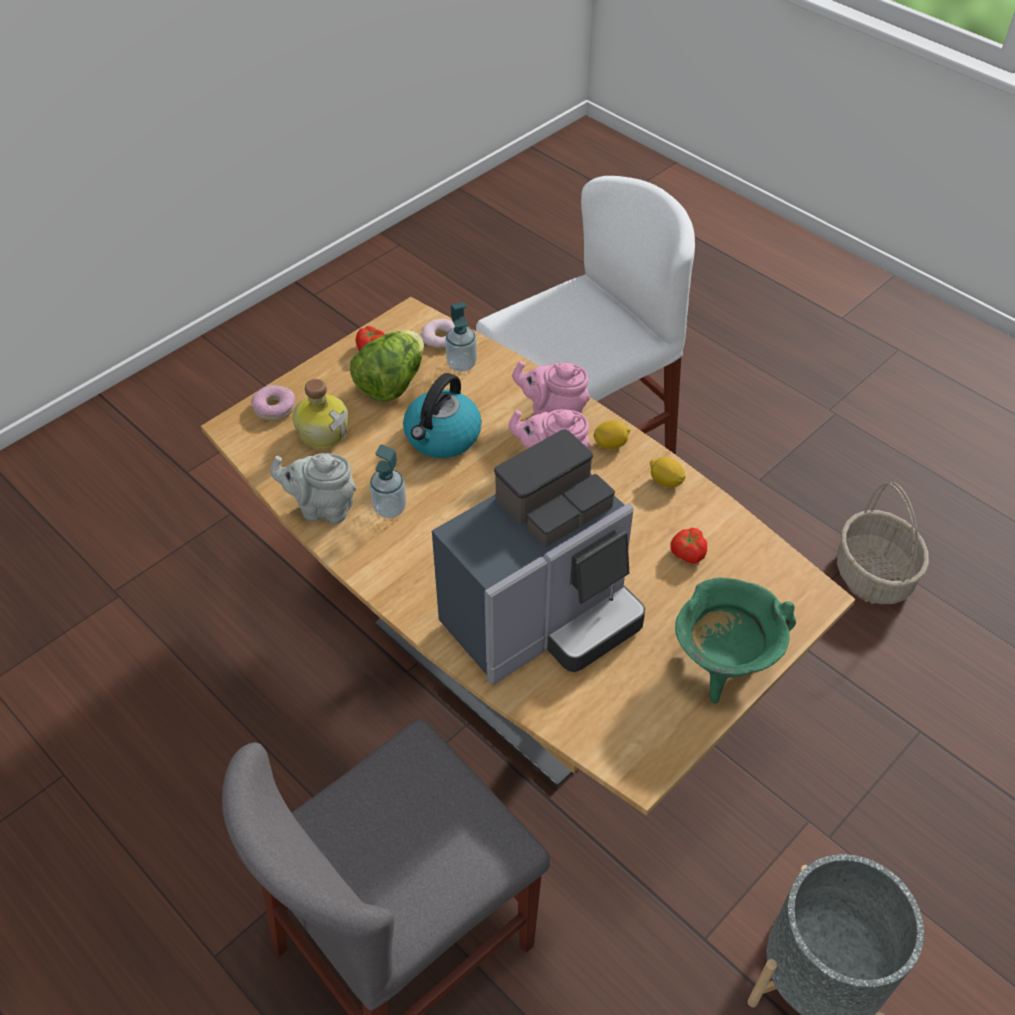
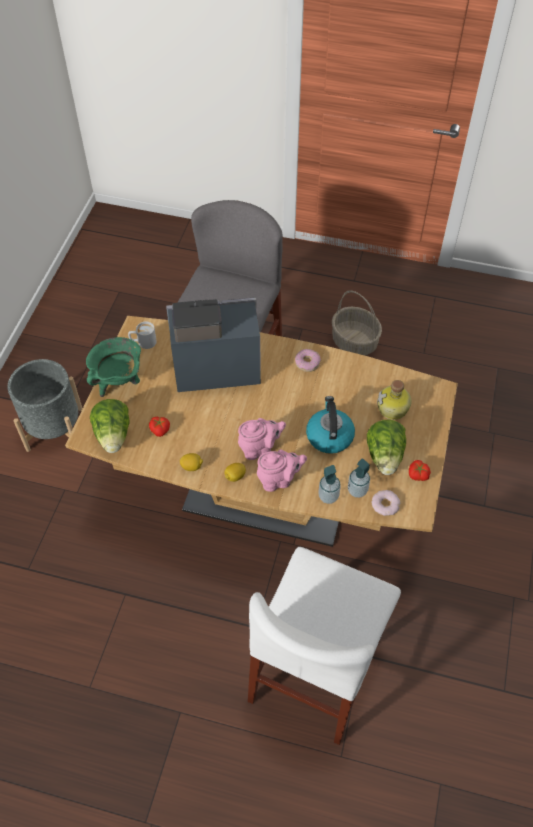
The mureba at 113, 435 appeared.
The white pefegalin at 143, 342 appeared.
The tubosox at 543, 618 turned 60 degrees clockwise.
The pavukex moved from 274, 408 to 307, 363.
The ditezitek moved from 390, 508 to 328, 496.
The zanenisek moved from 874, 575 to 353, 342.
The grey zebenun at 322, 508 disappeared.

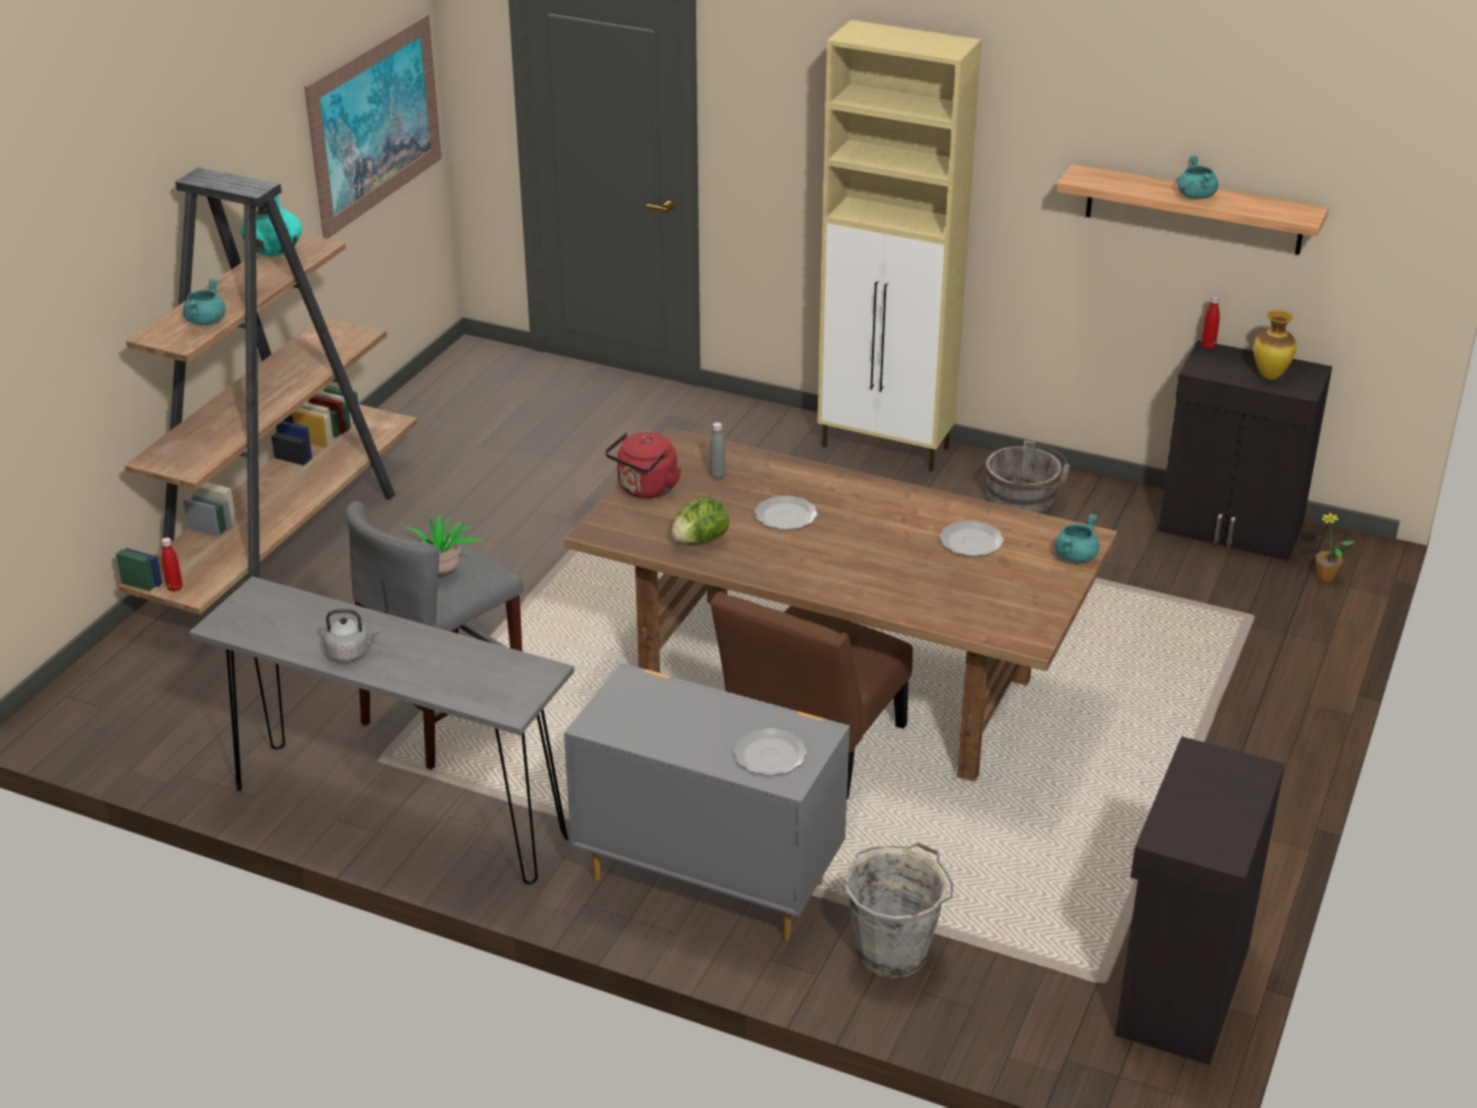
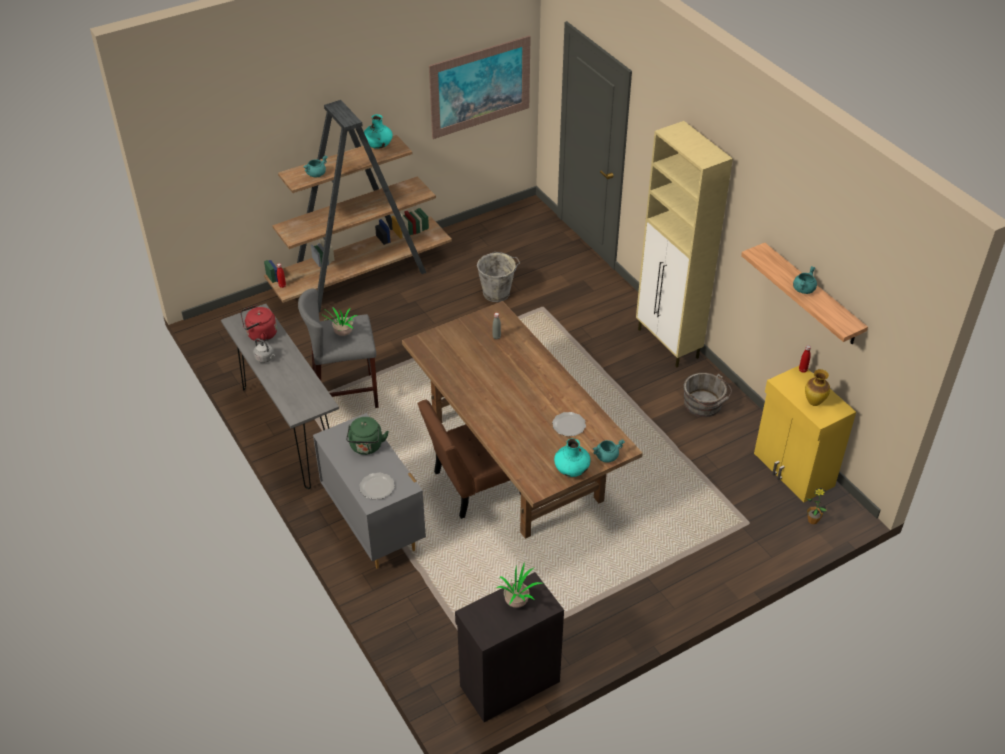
The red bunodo moved from 645, 489 to 260, 335.
The green bunodo at 366, 447 appeared.
The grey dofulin moved from 893, 951 to 497, 293.
The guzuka at 518, 602 appeared.
The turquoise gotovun at 571, 470 appeared.
The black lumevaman at 1231, 529 became the yellow lumevaman at 793, 470.
The mureba at 699, 540 disappeared.
The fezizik at 786, 515 disappeared.

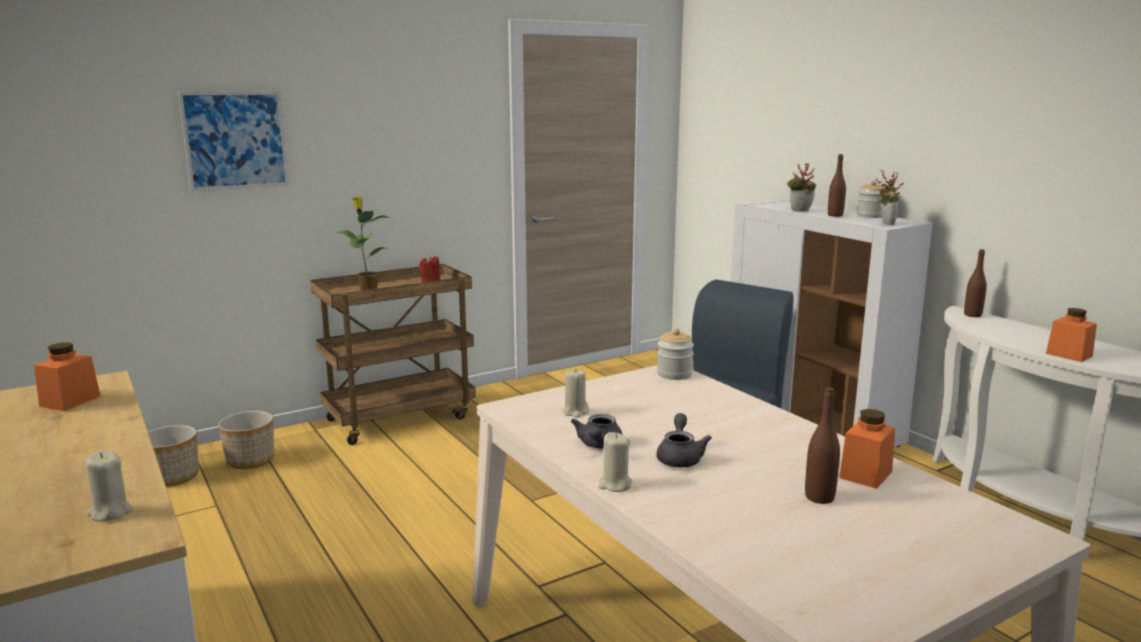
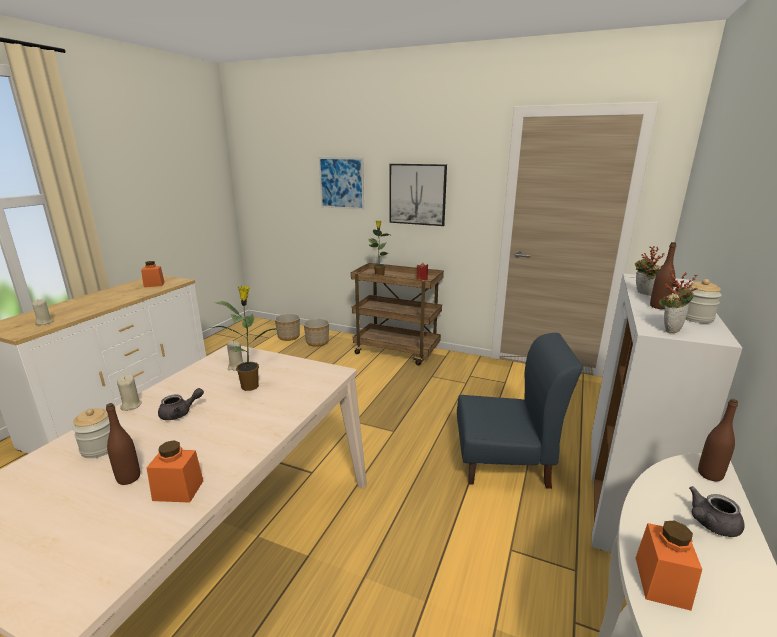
The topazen moved from 674, 374 to 100, 448.
The guzuka at 251, 386 appeared.
The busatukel at 417, 194 appeared.
The grey zebenun moved from 598, 445 to 710, 524.

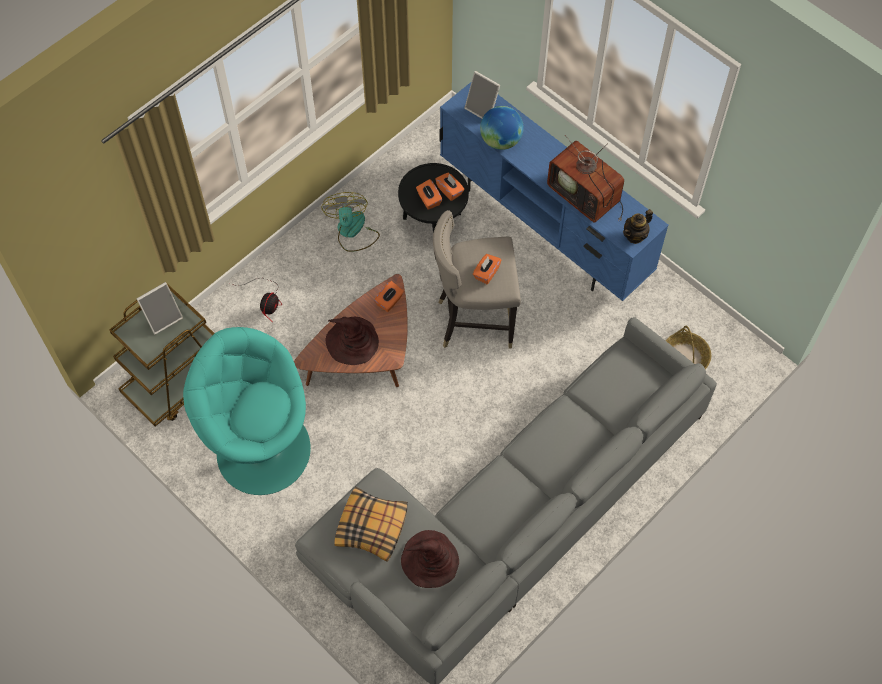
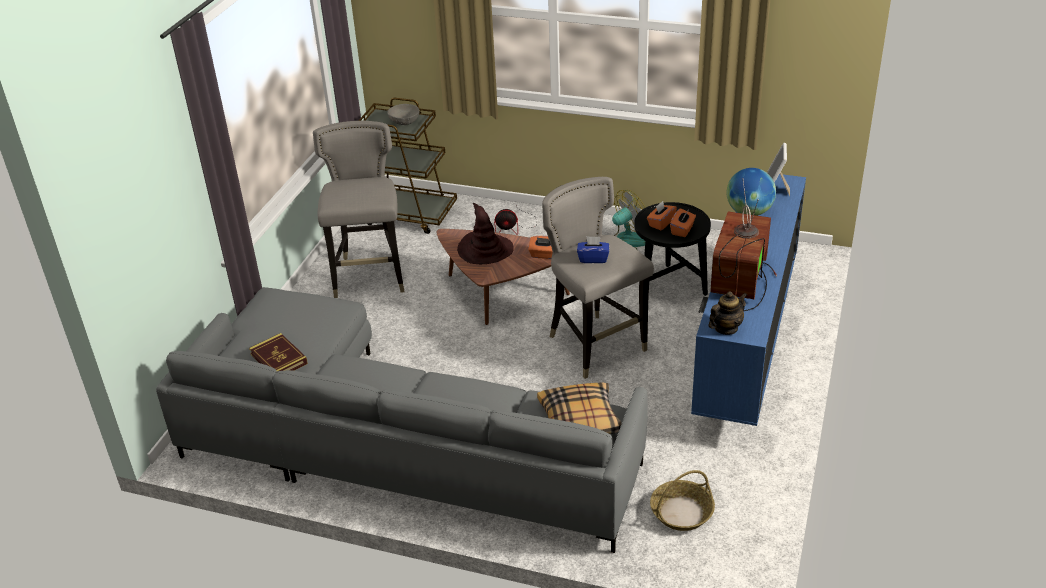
The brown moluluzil at 429, 560 was replaced by the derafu at 278, 359.
The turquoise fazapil at 262, 449 was replaced by the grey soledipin at 370, 275.
The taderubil at 163, 318 was replaced by the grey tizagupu at 405, 122.
The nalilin moved from 372, 527 to 579, 420.
The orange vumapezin at 486, 273 became the blue vumapezin at 593, 258.
The zebenun at 635, 236 turned 120 degrees clockwise.

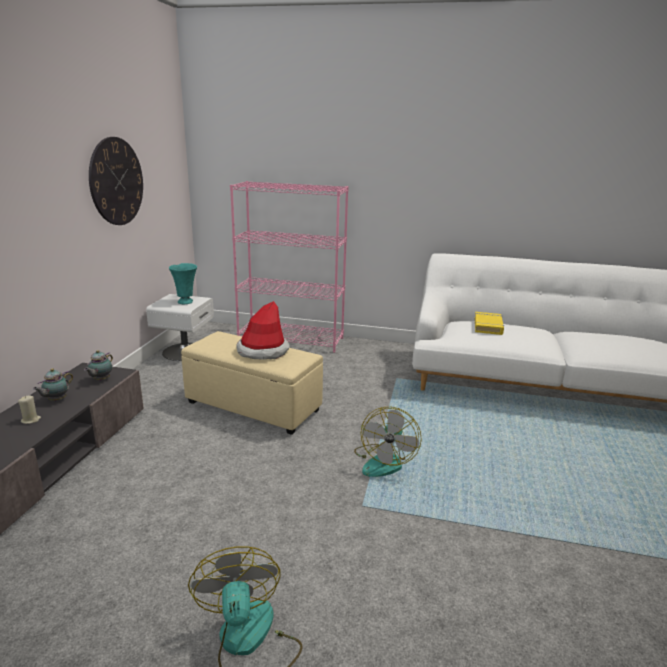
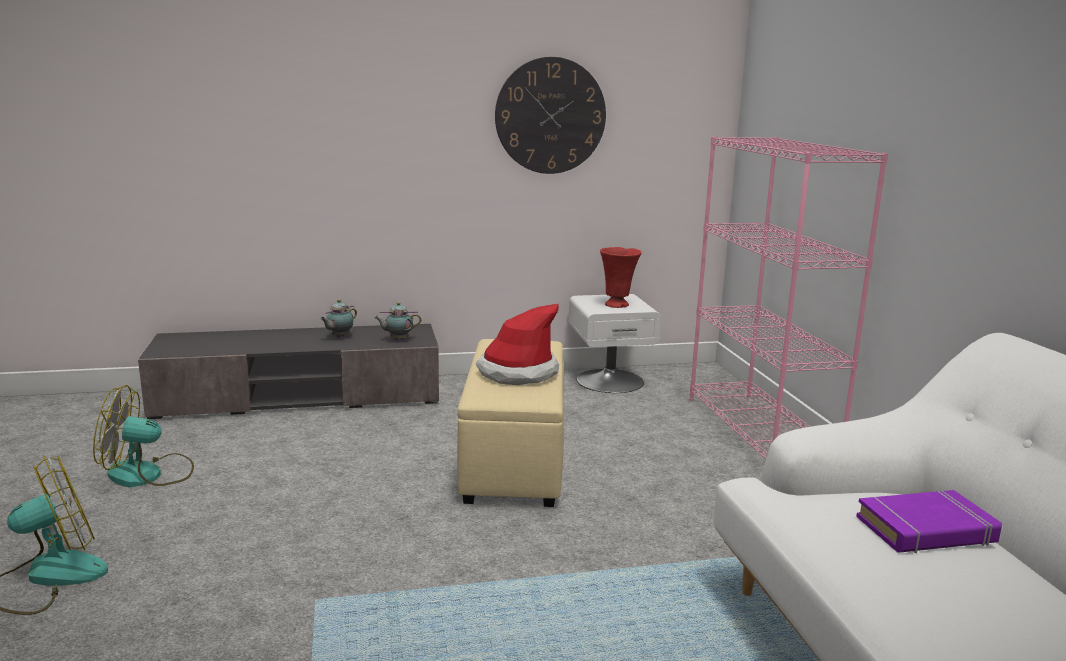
The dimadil moved from 384, 461 to 148, 475.
The zebenun at 56, 400 turned 60 degrees counterclockwise.
The turquoise gotovun at 186, 302 became the red gotovun at 617, 305.
The yellow derafu at 488, 326 became the purple derafu at 926, 530.
The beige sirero at 31, 420 disappeared.

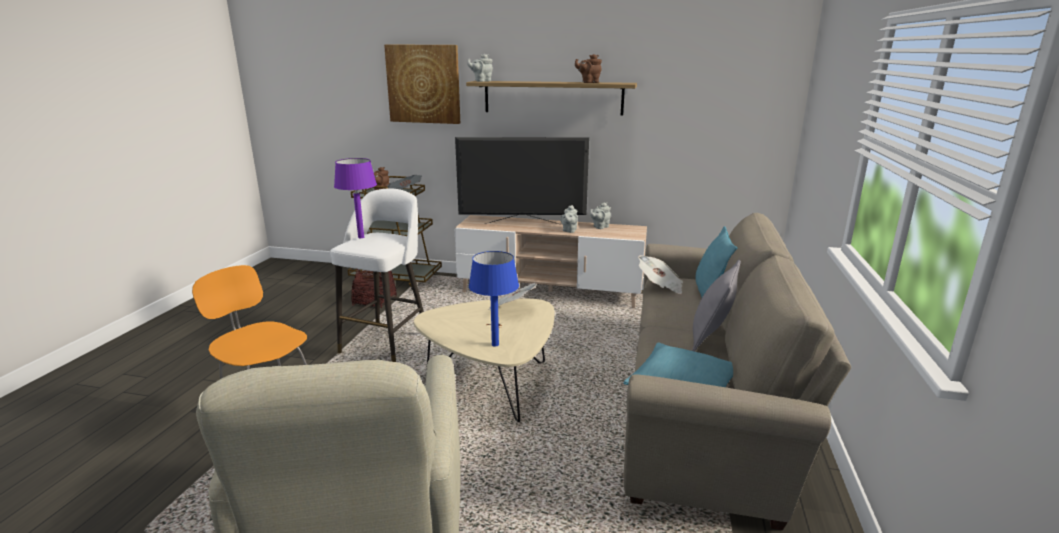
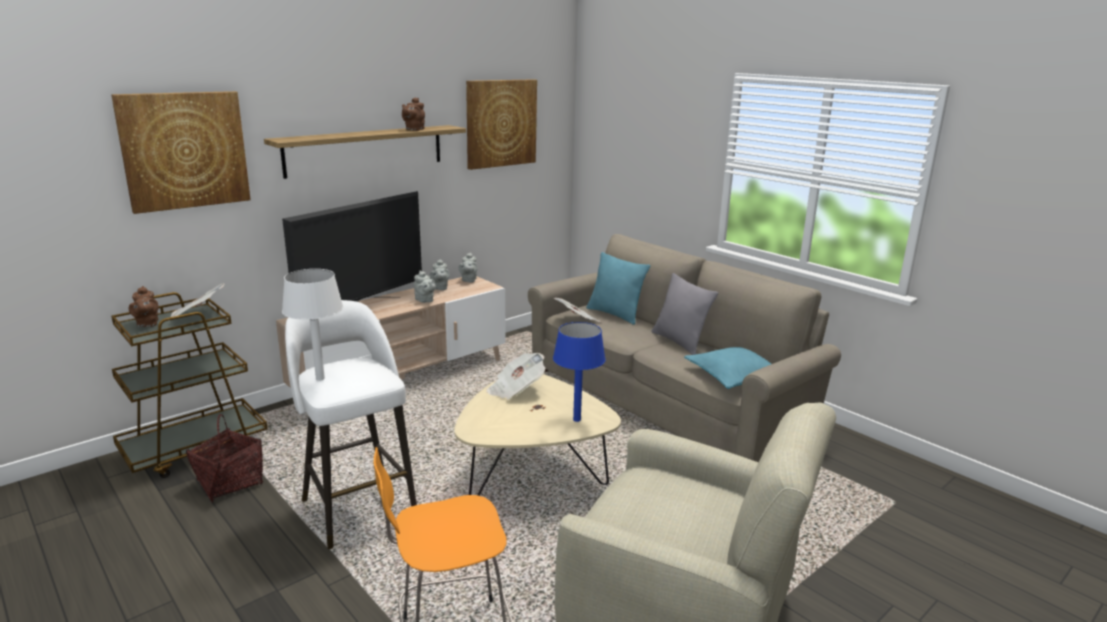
The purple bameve at 361, 237 became the white bameve at 320, 378.
The grey zebenun moved from 481, 81 to 468, 280.
The busatukel at 501, 123 appeared.

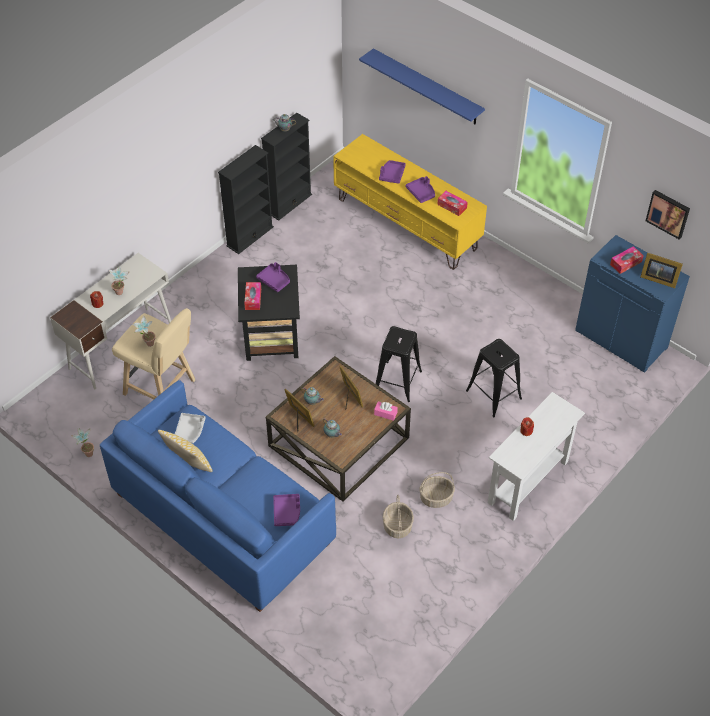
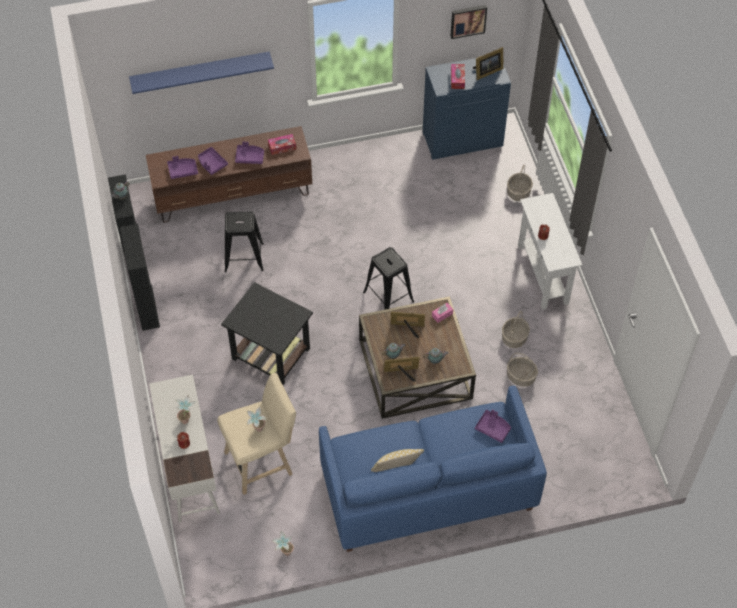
The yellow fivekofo at 407, 224 became the brown fivekofo at 233, 194.
The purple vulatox moved from 274, 280 to 182, 170.
The black soledipin moved from 493, 394 to 243, 257.
The zanenisek at 518, 192 appeared.
The grey vulatox at 190, 431 disappeared.
The vumapezin at 253, 299 disappeared.

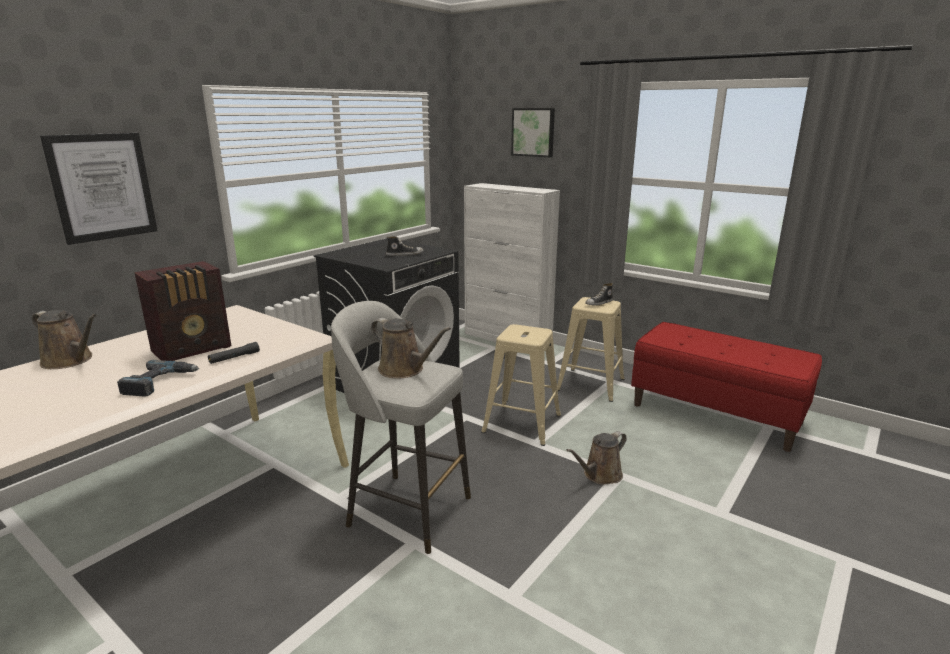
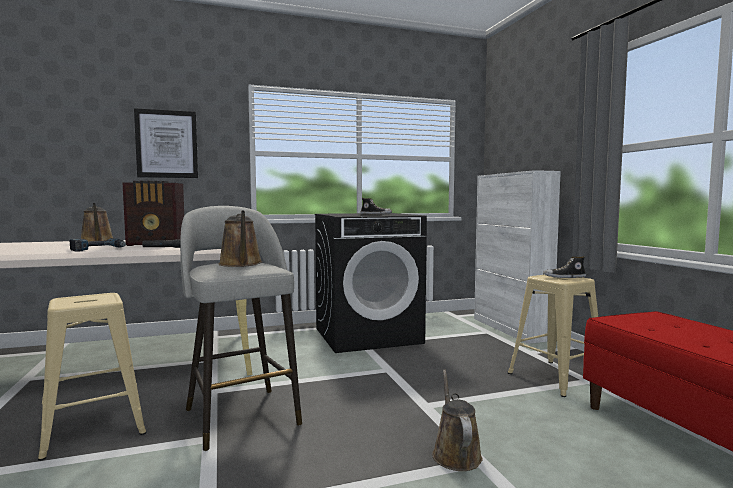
The beige soledipin moved from 522, 424 to 92, 428.
The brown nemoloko at 600, 475 turned 90 degrees clockwise.
The busatukel at 533, 132 disappeared.

